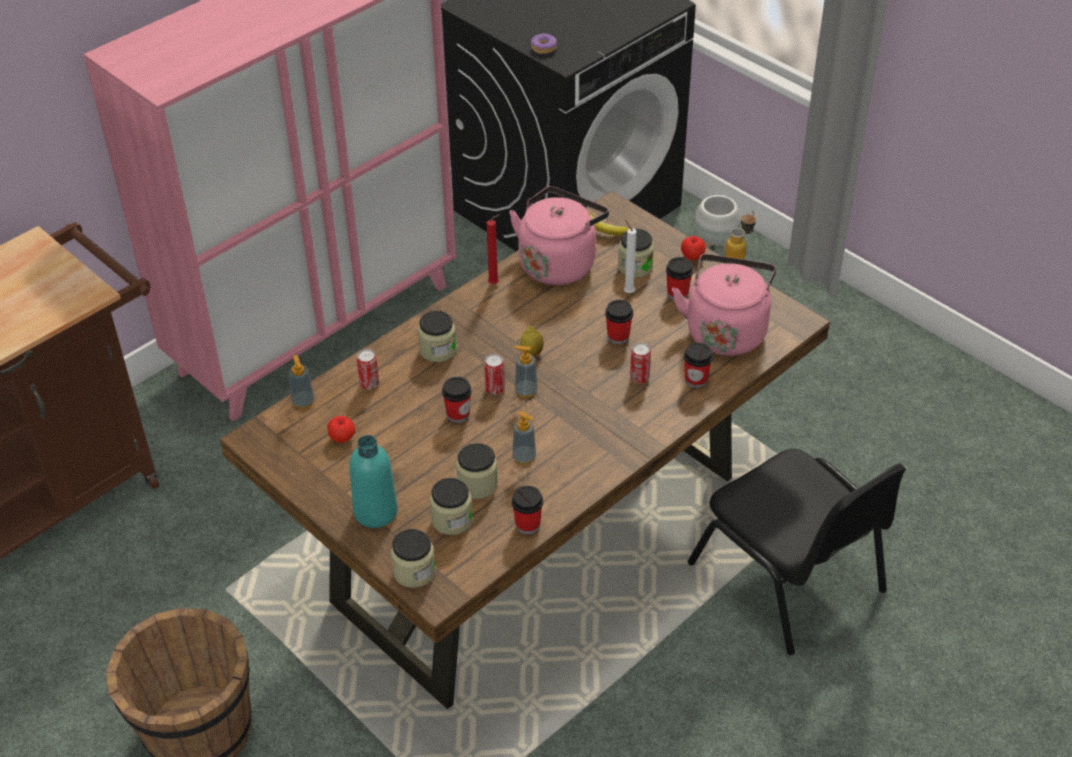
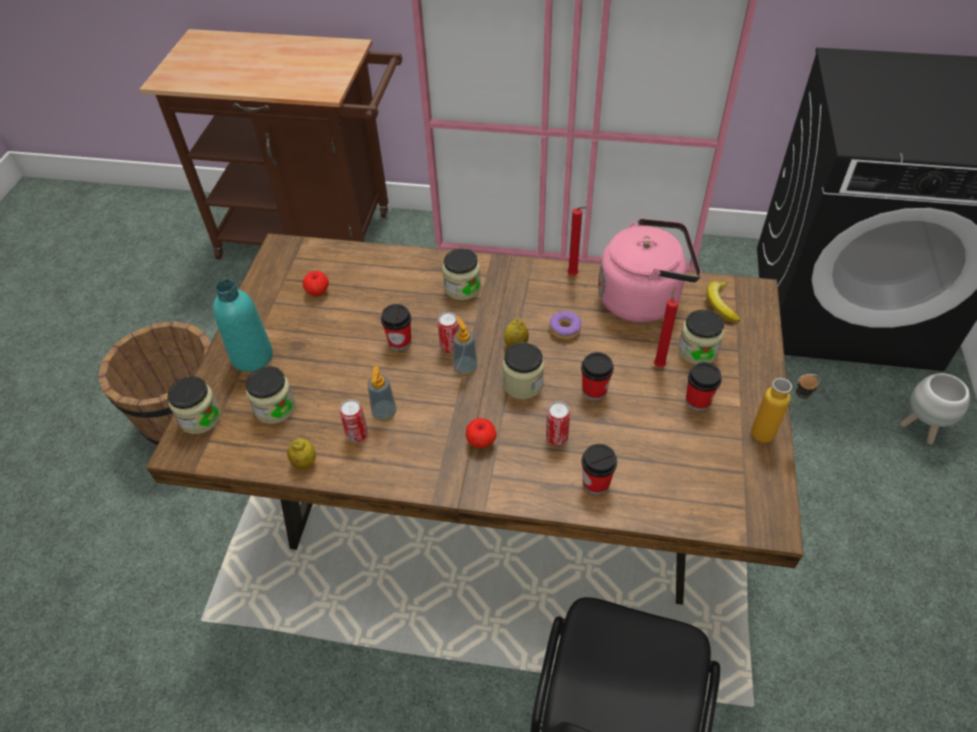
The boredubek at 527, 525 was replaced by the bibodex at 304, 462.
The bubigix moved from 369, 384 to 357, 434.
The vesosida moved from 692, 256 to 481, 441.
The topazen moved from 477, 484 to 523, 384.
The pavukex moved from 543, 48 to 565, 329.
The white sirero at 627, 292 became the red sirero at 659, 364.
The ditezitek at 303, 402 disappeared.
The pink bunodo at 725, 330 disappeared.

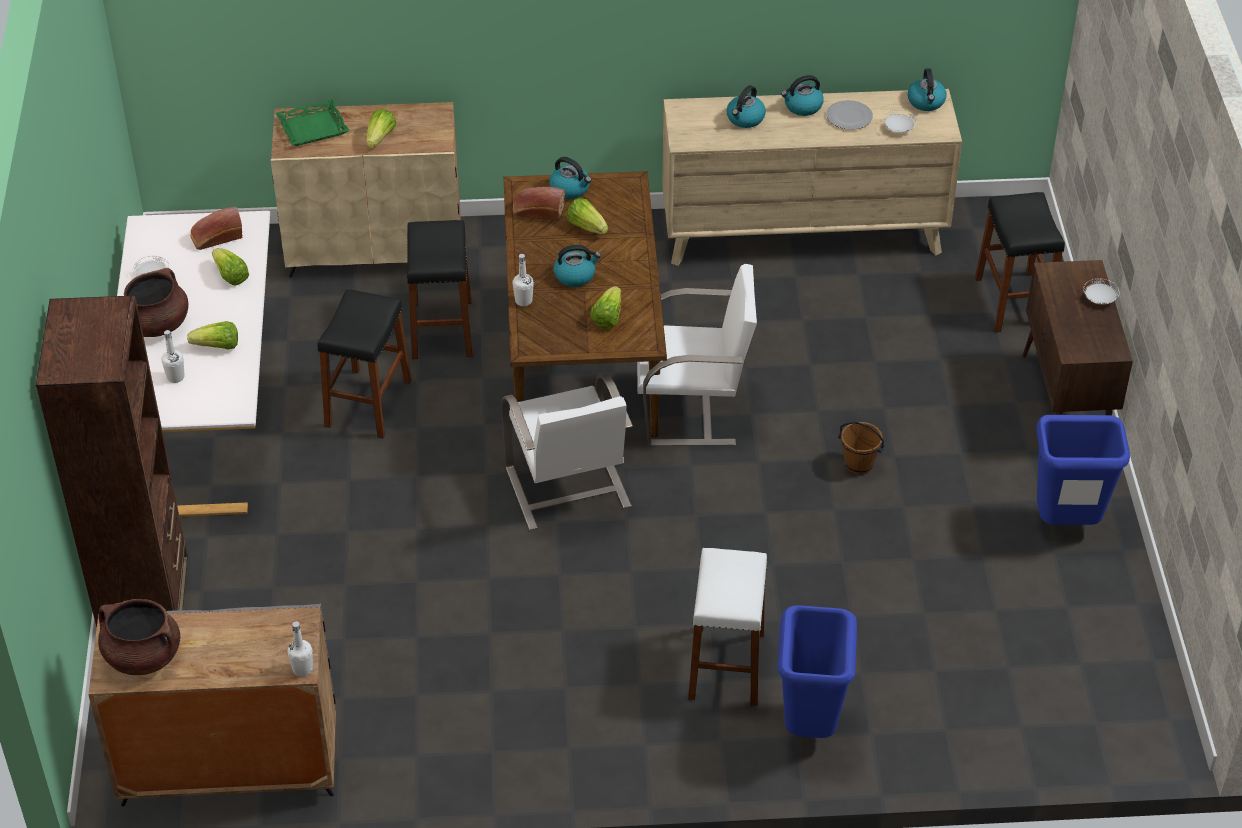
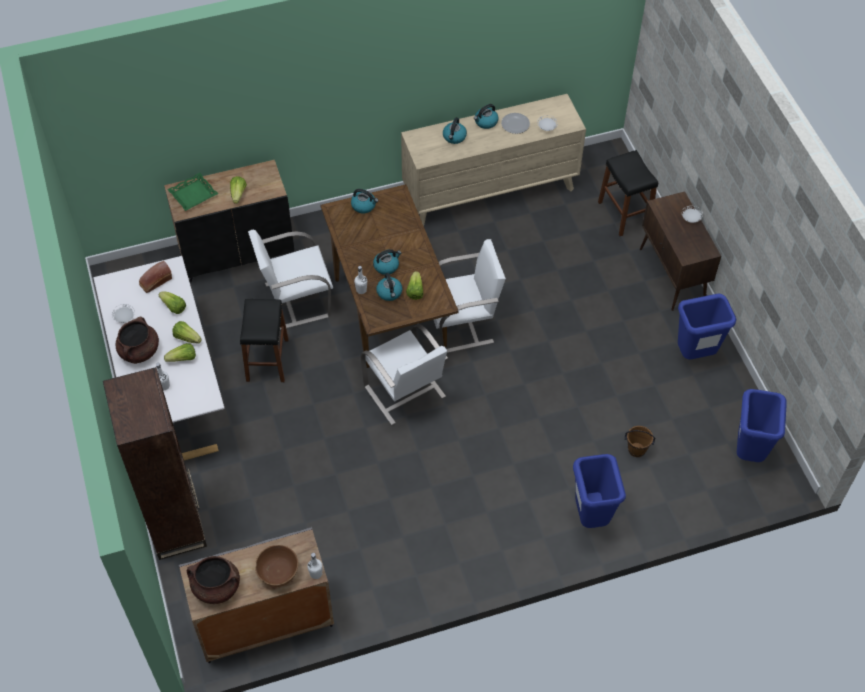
The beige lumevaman at 376, 250 became the black lumevaman at 237, 253.
The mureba moved from 587, 227 to 187, 337.
The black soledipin at 442, 329 was replaced by the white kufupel at 295, 300.
The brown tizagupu at 278, 573 appeared.
The bunodo moved from 926, 102 to 389, 293.
The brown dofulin moved from 859, 464 to 636, 449.
The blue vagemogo at 748, 453 appeared.
The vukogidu at 537, 212 disappeared.
The white soledipin at 726, 666 disappeared.

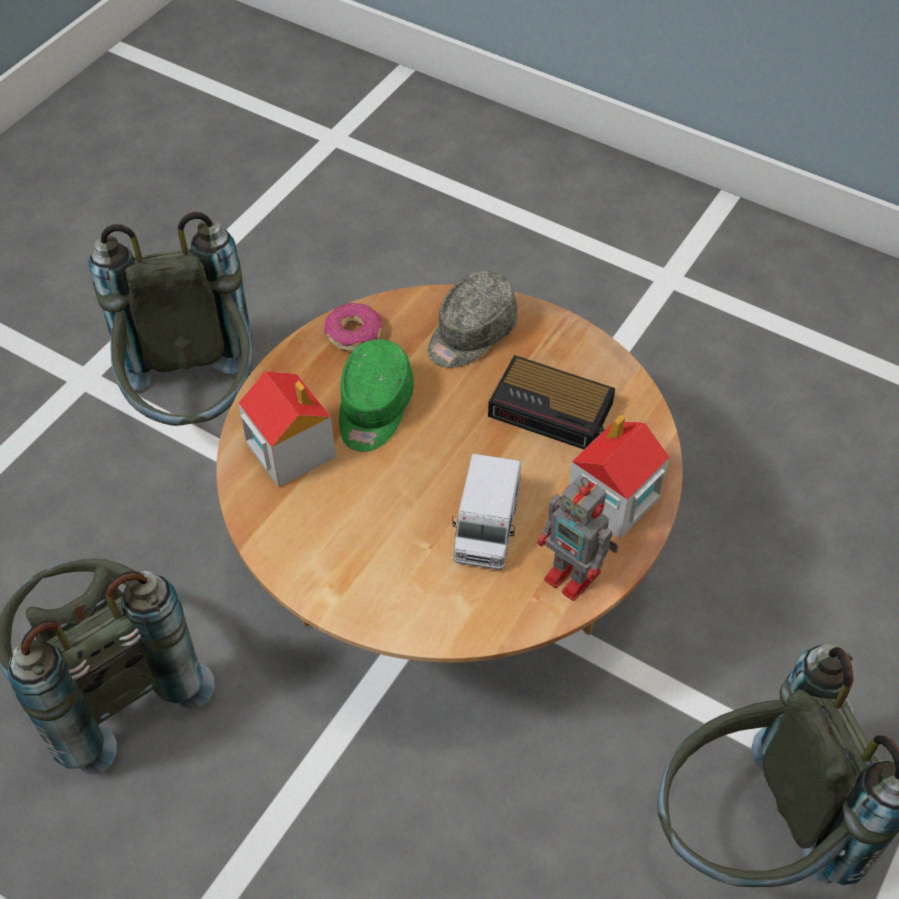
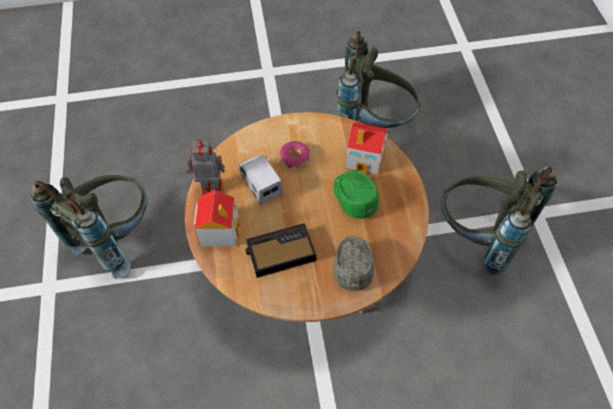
The pavukex moved from 353, 333 to 295, 158.

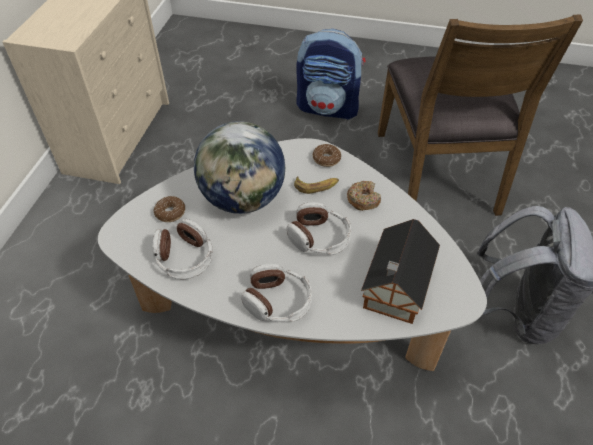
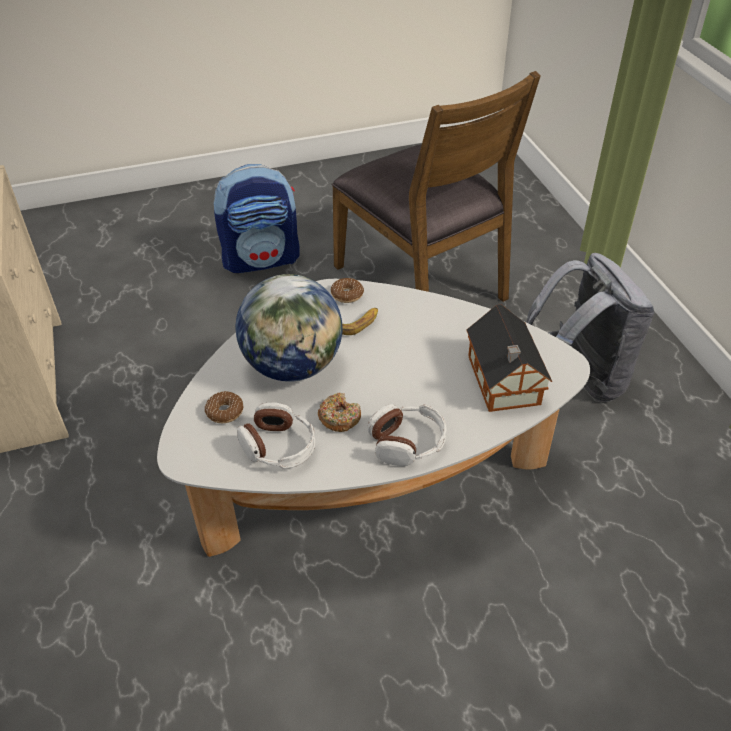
The pavukex moved from 363, 199 to 339, 417.
The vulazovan at 319, 237 disappeared.

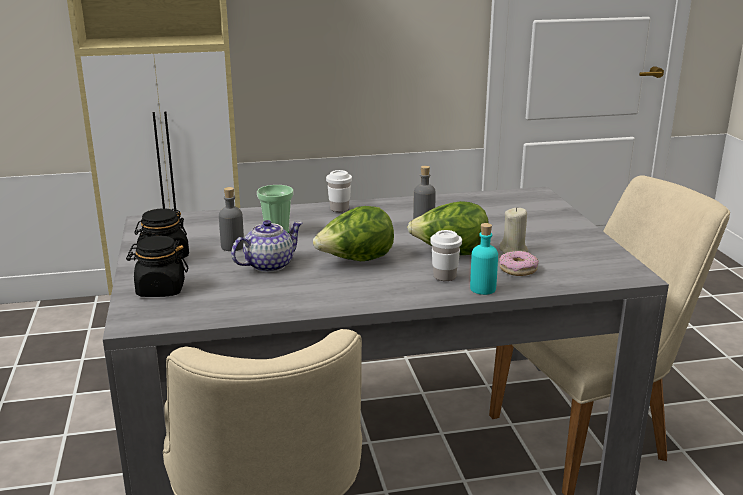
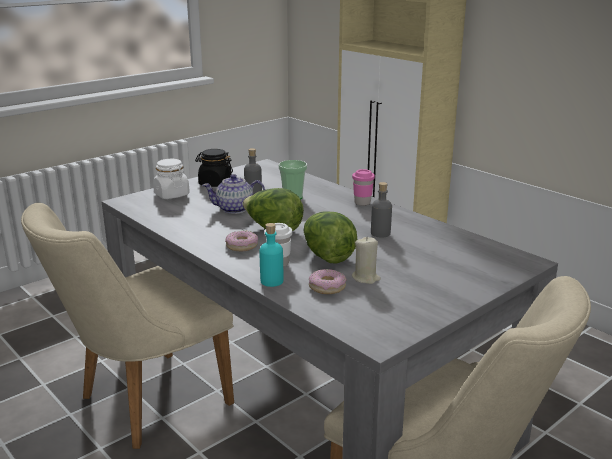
The black topazen at 160, 290 became the white topazen at 171, 195.
The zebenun at 268, 265 turned 150 degrees clockwise.
The pavukex at 241, 246 appeared.
The white boredubek at 339, 209 became the pink boredubek at 362, 203.

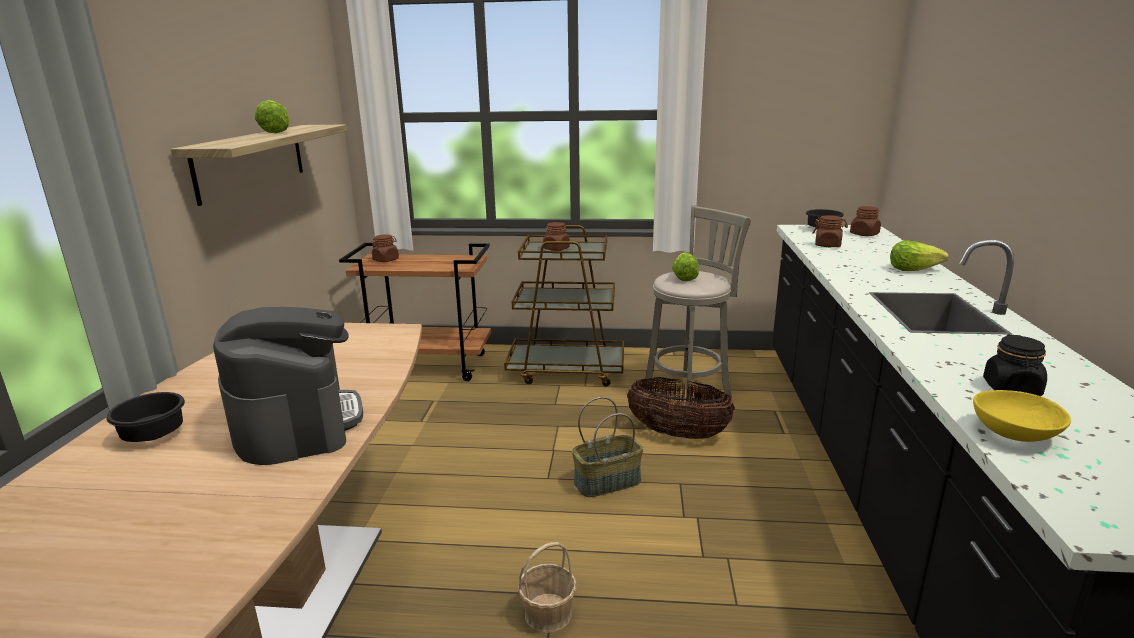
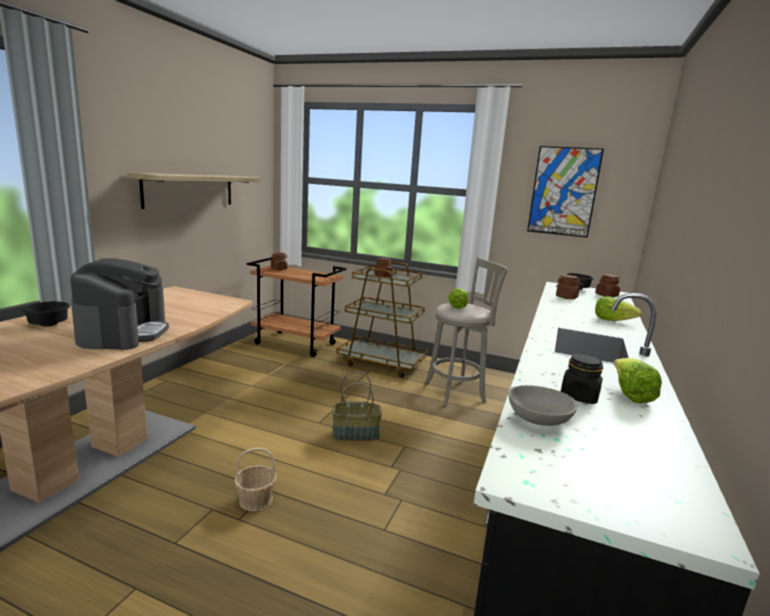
The yellow tizagupu at 1013, 434 became the grey tizagupu at 538, 420.
The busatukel at 563, 191 appeared.
The mureba moved from 276, 132 to 629, 394.
The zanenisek at 677, 434 disappeared.

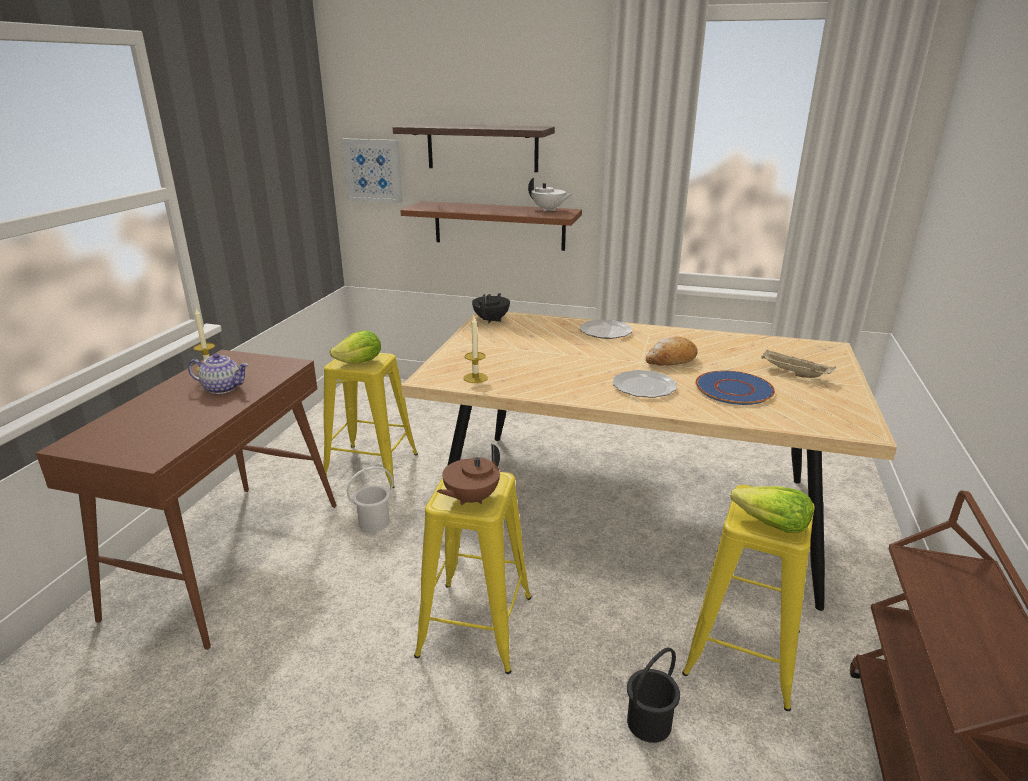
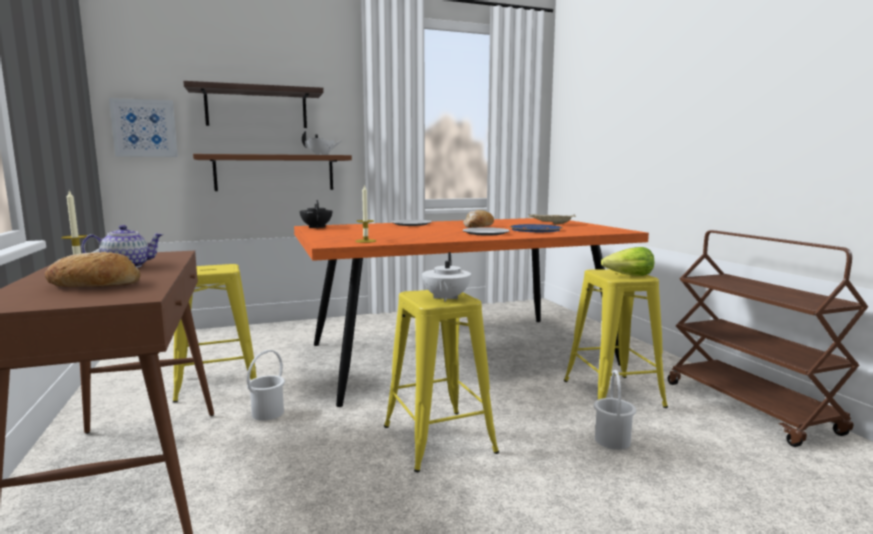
The vukogidu at 94, 285 appeared.
The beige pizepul at 630, 508 became the orange pizepul at 461, 354.
The brown zebenun at 470, 498 became the white zebenun at 445, 298.
The black dofulin at 650, 723 became the white dofulin at 613, 440.
The mureba at 360, 362 disappeared.

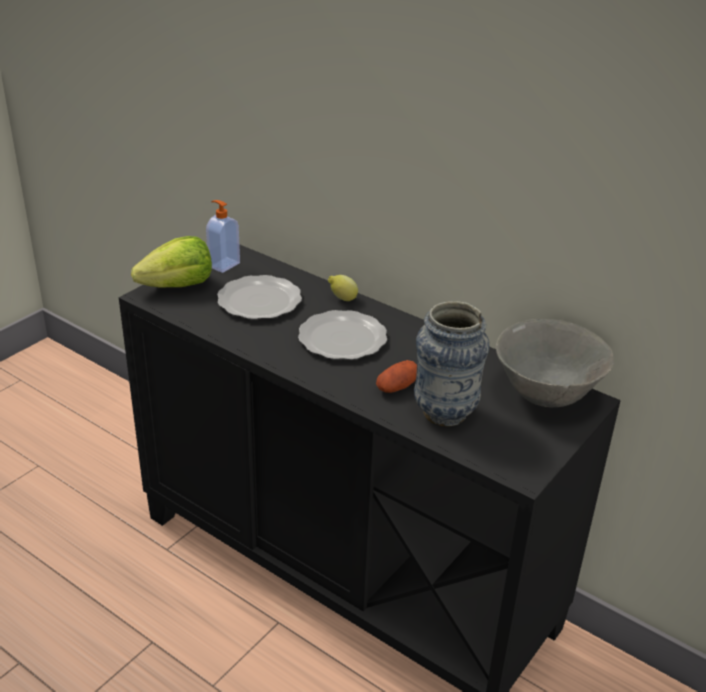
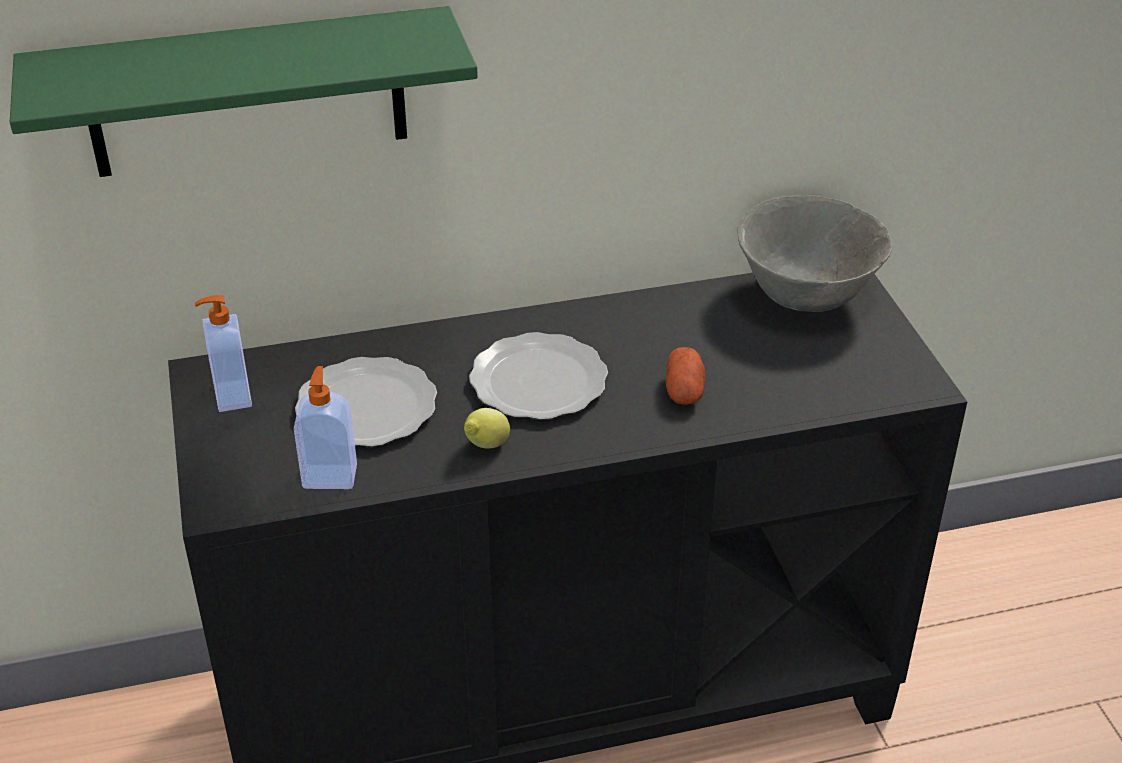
The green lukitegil at 247, 93 appeared.
The ditezitek at 330, 476 appeared.
The bibodex moved from 342, 299 to 486, 446.
The mureba at 178, 286 disappeared.
The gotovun at 445, 413 disappeared.

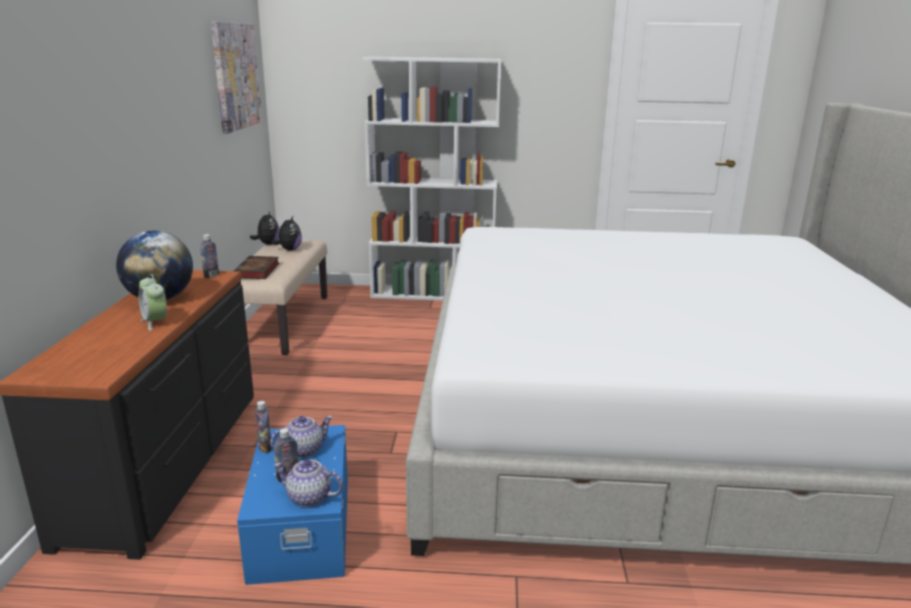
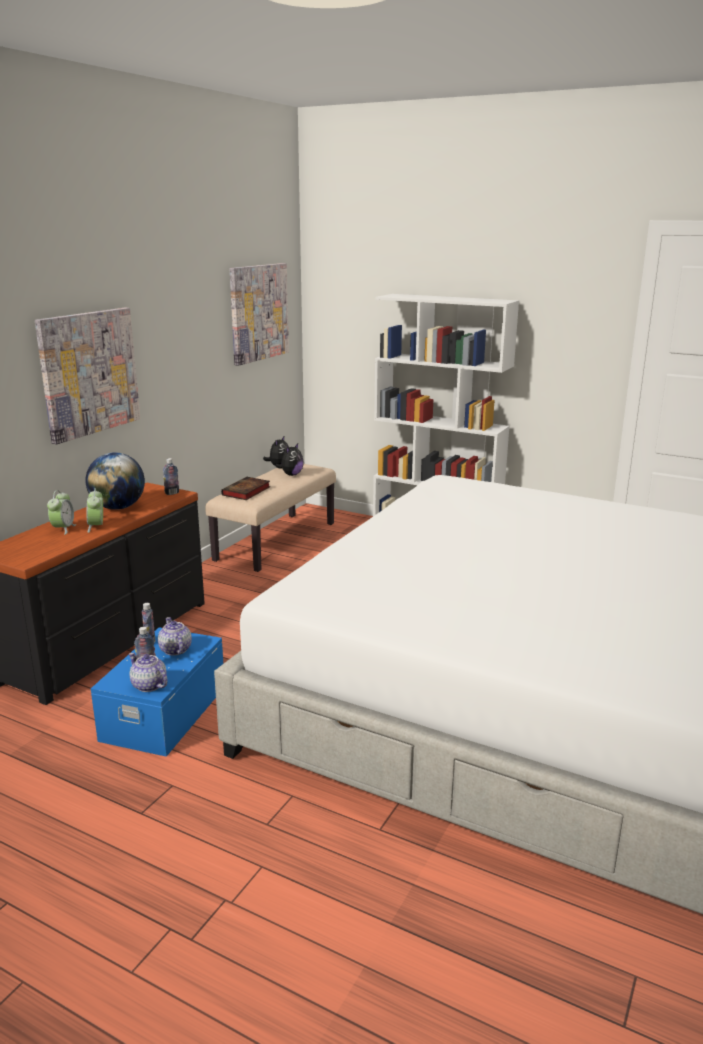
The busatukel at 89, 373 appeared.
The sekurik at 63, 529 appeared.
The zebenun at 303, 450 turned 105 degrees counterclockwise.

